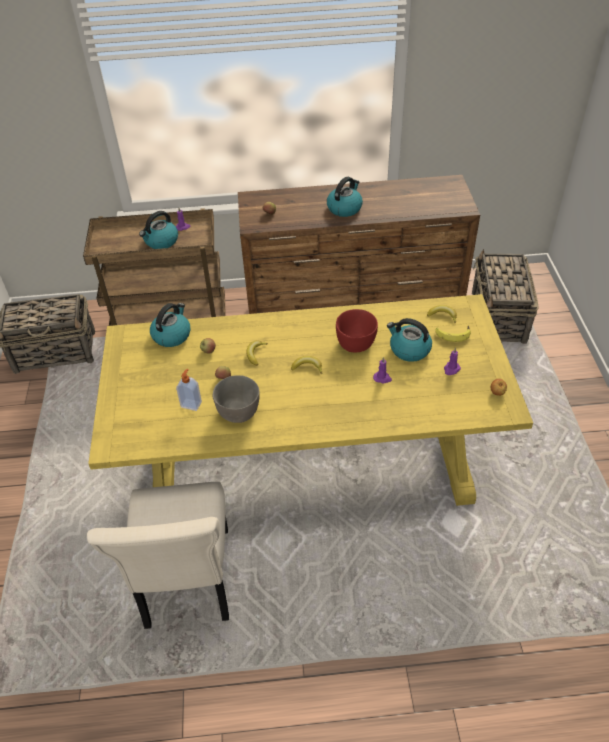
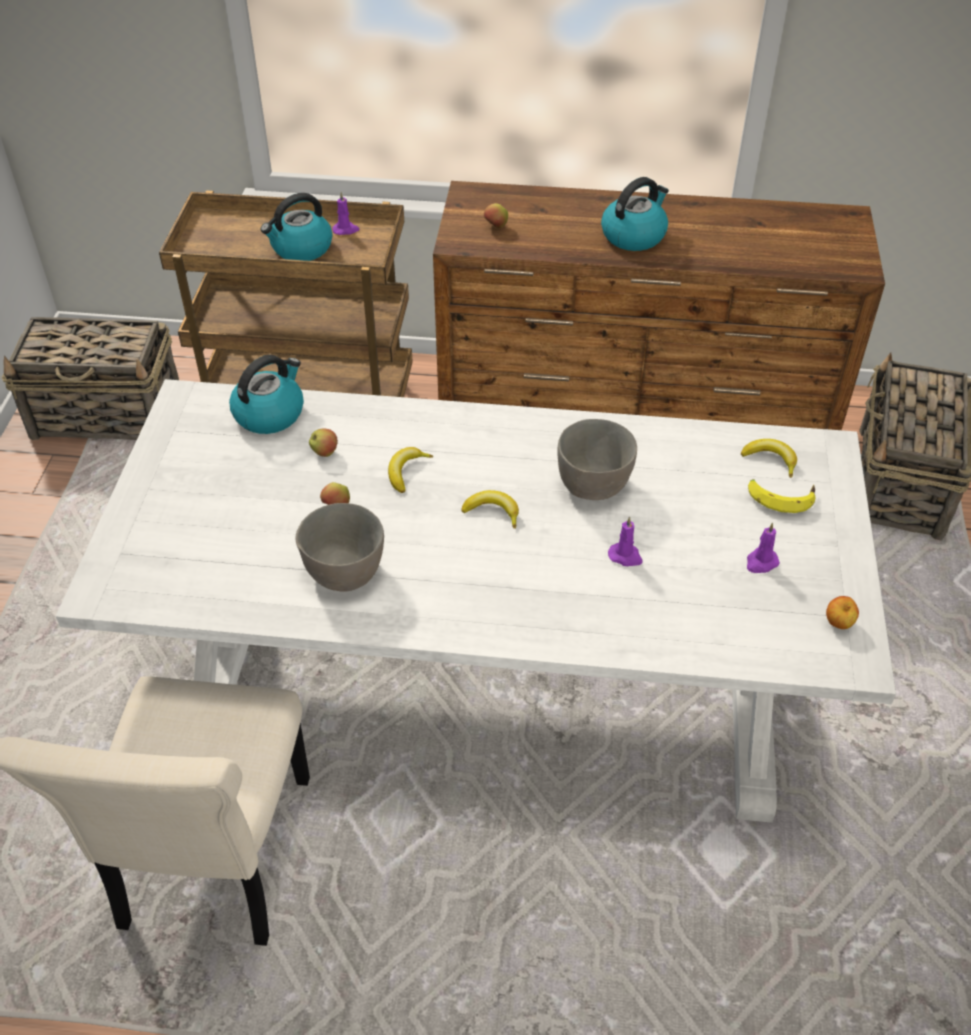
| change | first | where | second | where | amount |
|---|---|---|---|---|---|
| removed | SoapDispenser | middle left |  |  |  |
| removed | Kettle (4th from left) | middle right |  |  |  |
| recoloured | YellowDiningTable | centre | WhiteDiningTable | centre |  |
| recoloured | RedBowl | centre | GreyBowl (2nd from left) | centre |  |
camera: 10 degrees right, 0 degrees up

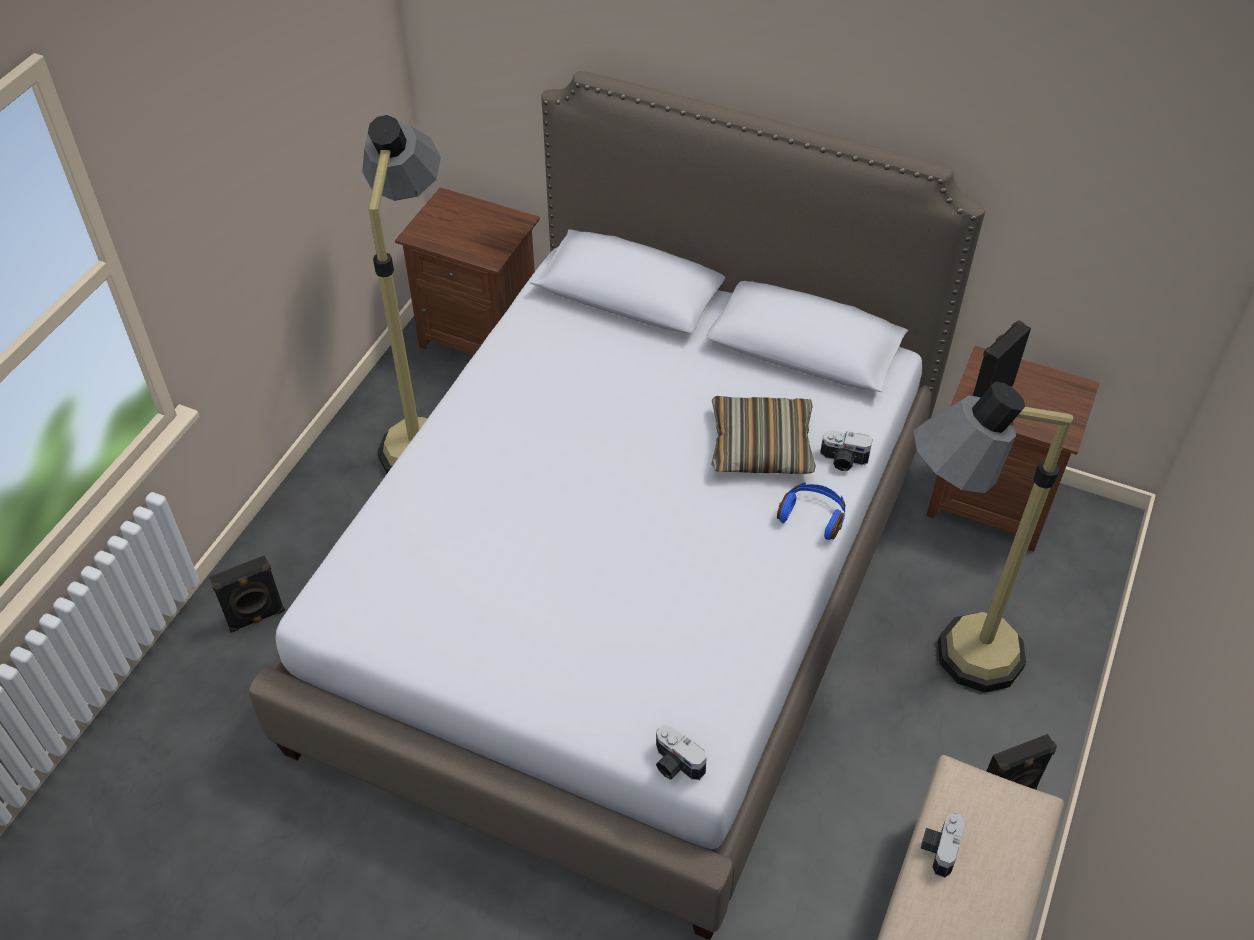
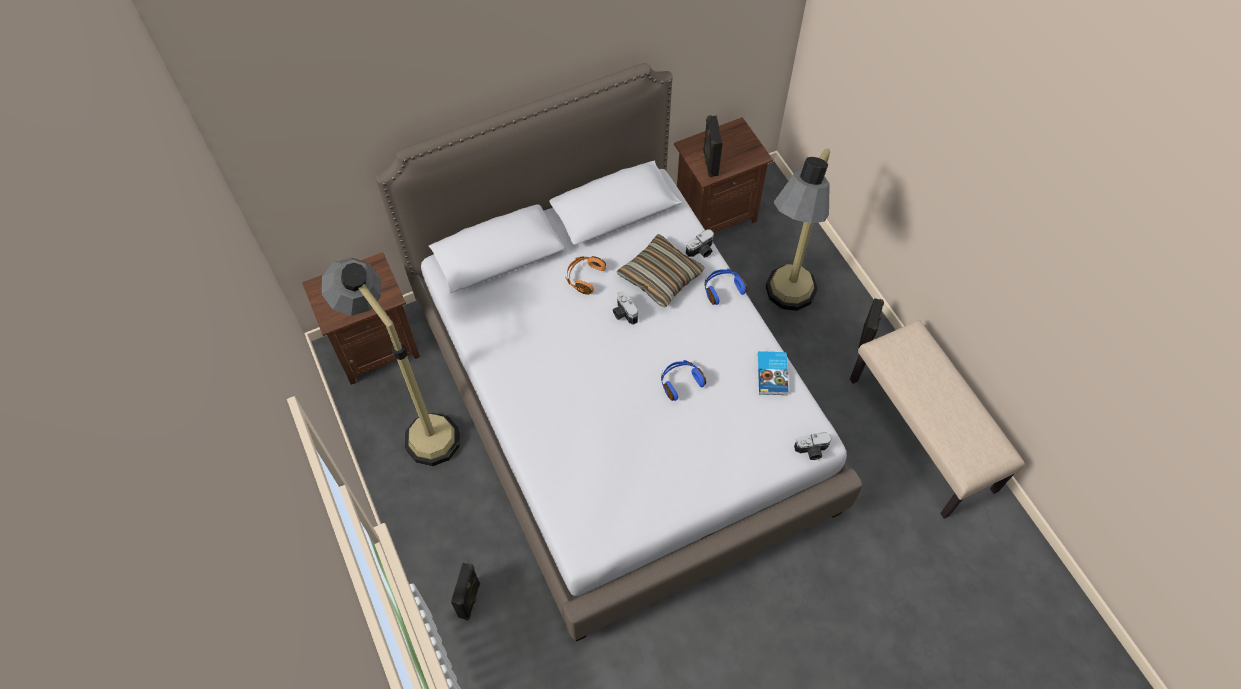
| change | first | where | second | where | amount |
|---|---|---|---|---|---|
| added |  |  | OrangeHeadphones | centre |  |
| added |  |  | BlueHeadphones (1st from left) | centre |  |
| added |  |  | Book | centre |  |
| moved | PhotoCamera (3rd from left in the first image) | bottom right | PhotoCamera (1st from left) | centre |  |
camera: 50 degrees left, 10 degrees up

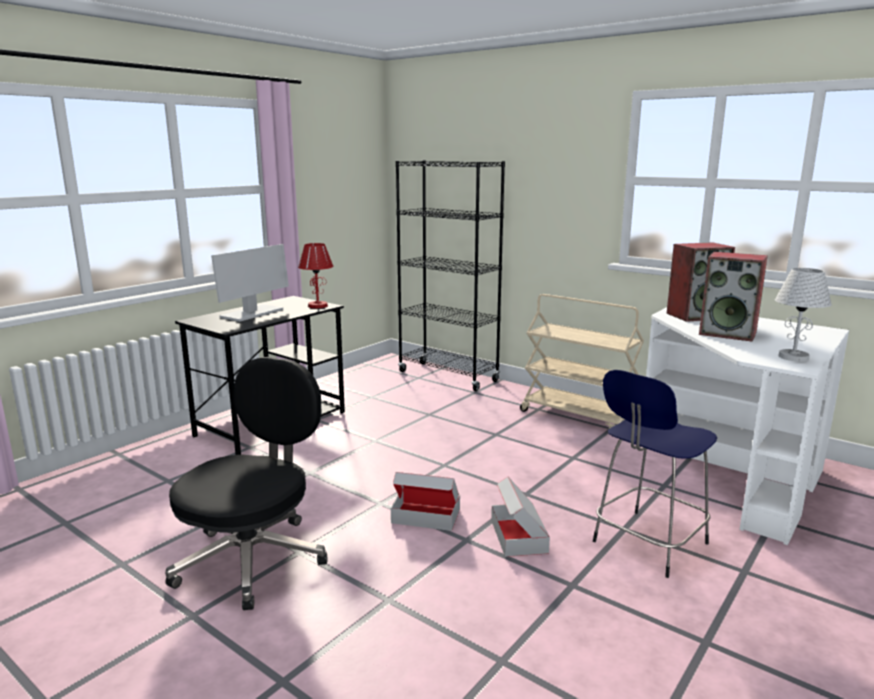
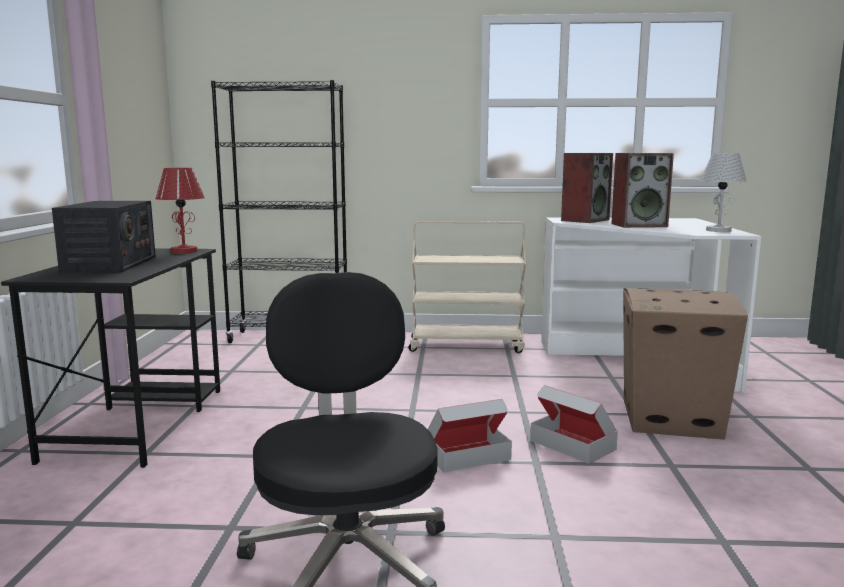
| change | first | where | second | where | amount |
|---|---|---|---|---|---|
| replaced | Monitor | middle left | Radio | middle left |  |
| replaced | BlueStool | bottom right | CardboardBox (3rd from left) | middle right |  |
camera: 35 degrees left, 5 degrees down

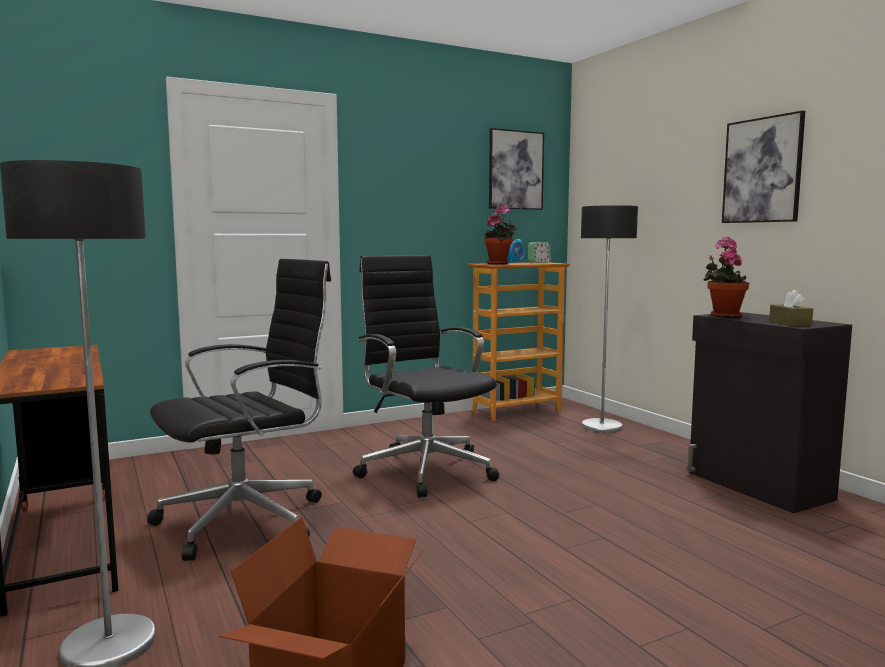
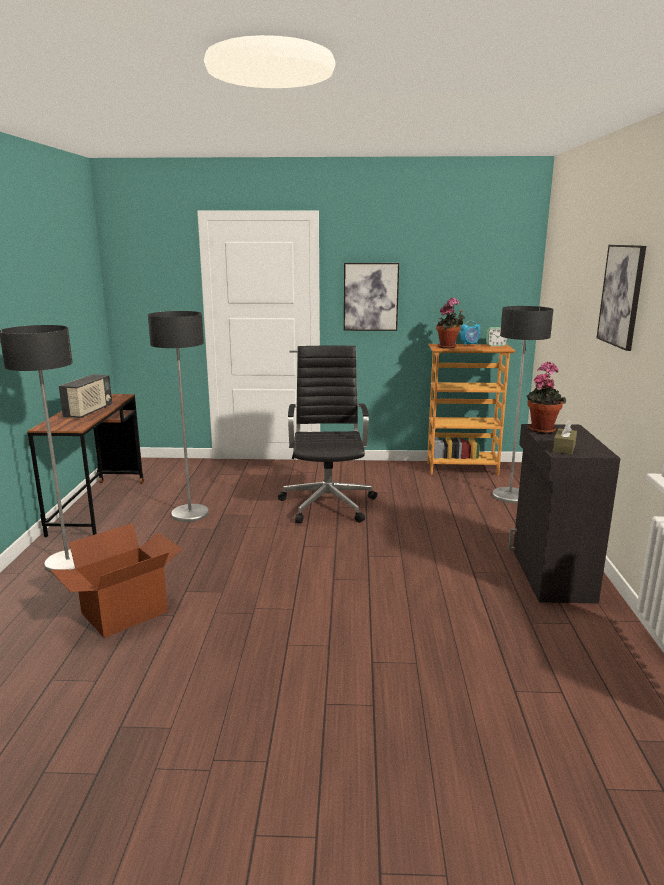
| change | first | where | second | where | amount |
|---|---|---|---|---|---|
| added |  |  | Radio | middle left |  |
| moved | Picture (1st from left) | top centre |  | centre |  |
| replaced | BlackOfficeChair (1st from left) | middle left | FloorLamp (2nd from left) | middle left |  |
camera: 30 degrees right, 10 degrees up

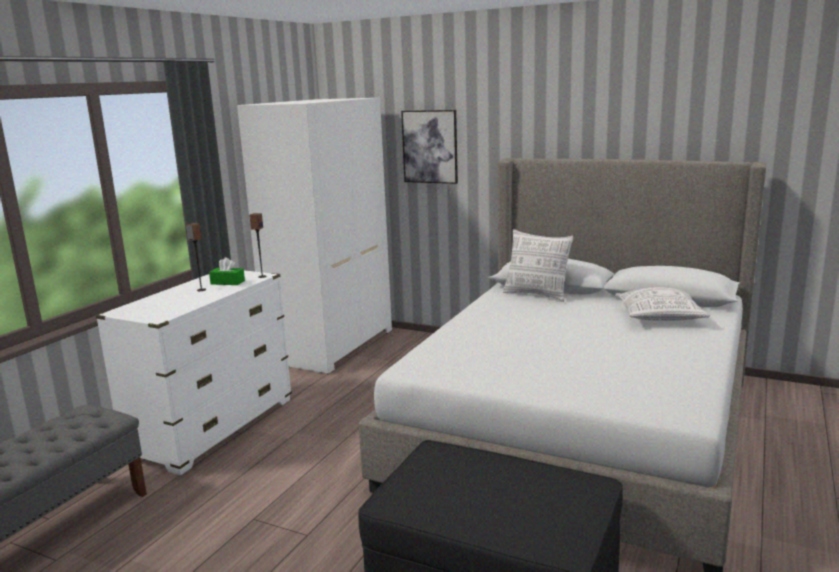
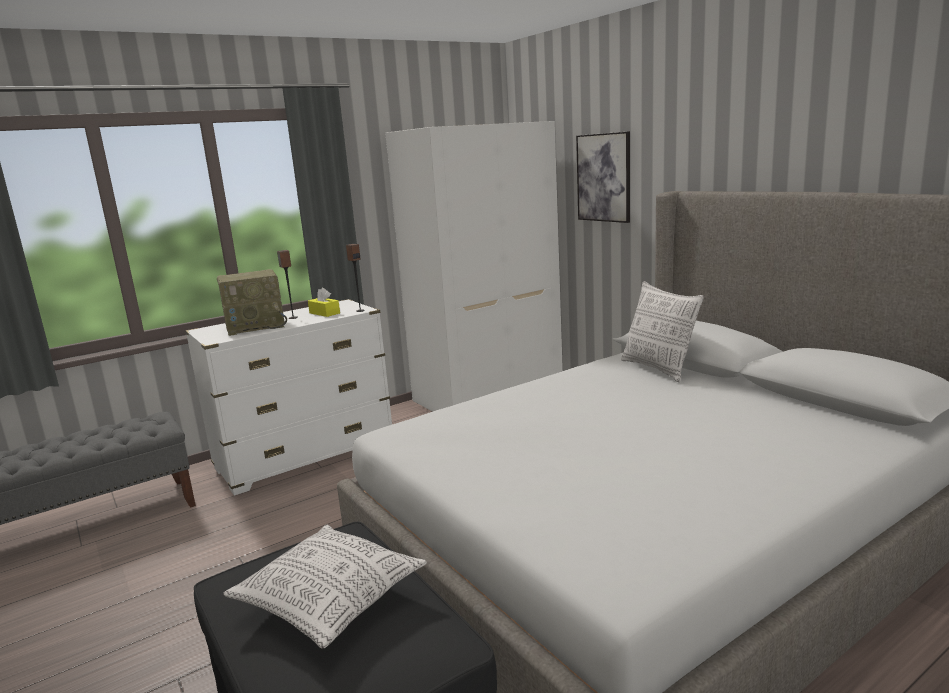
| change | first | where | second | where | amount |
|---|---|---|---|---|---|
| added |  |  | Radio | middle left |  |
| moved | Pillow (2nd from left in the first image) | middle right | Pillow (1st from left) | bottom centre |  |
| recoloured | GreenTissueBox | middle left | YellowTissueBox | centre |  |
camera: 30 degrees right, 0 degrees up

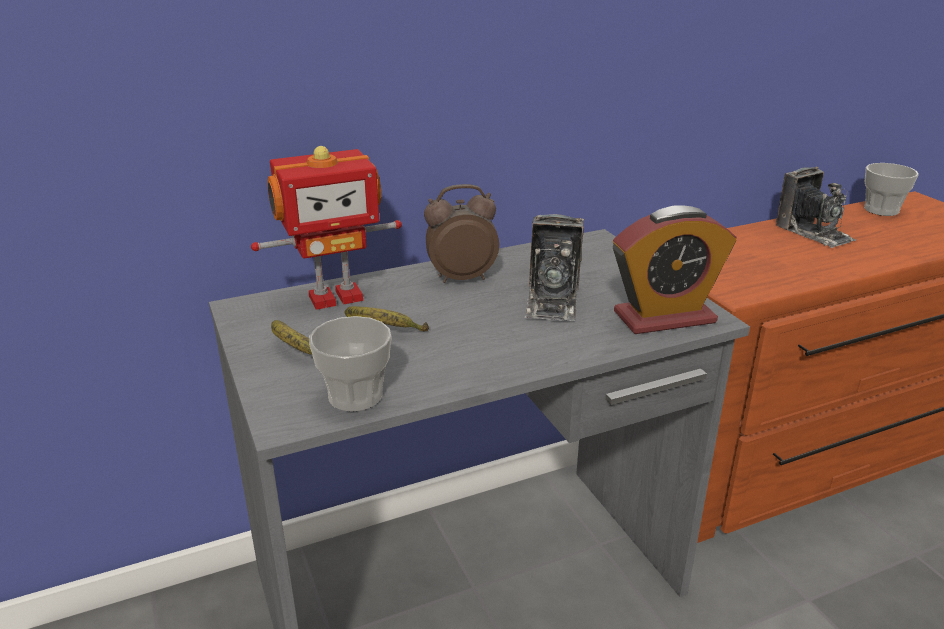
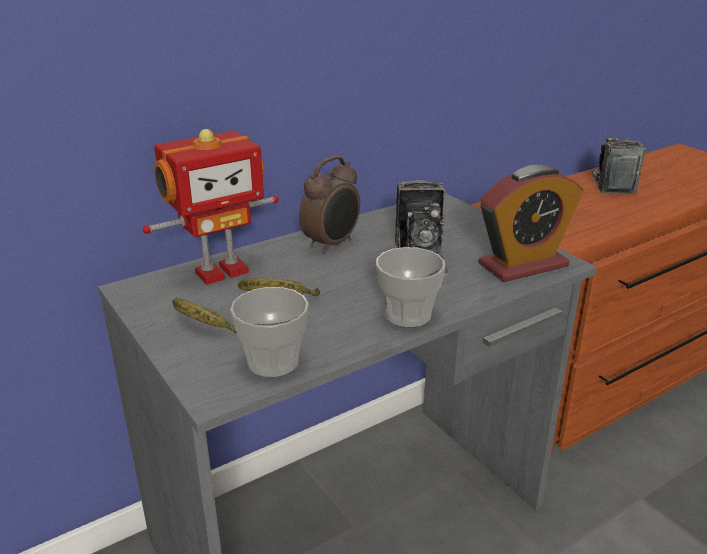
| change | first | where | second | where | amount |
|---|---|---|---|---|---|
| moved | Cup (2nd from left) | top right |  | centre |  |
| turned | AlarmClock (1st from left) | centre |  | centre | 150 degrees clockwise |
| turned | PhotoCamera (2nd from left) | top right |  | top right | 135 degrees counterclockwise |
camera: 10 degrees left, 0 degrees up

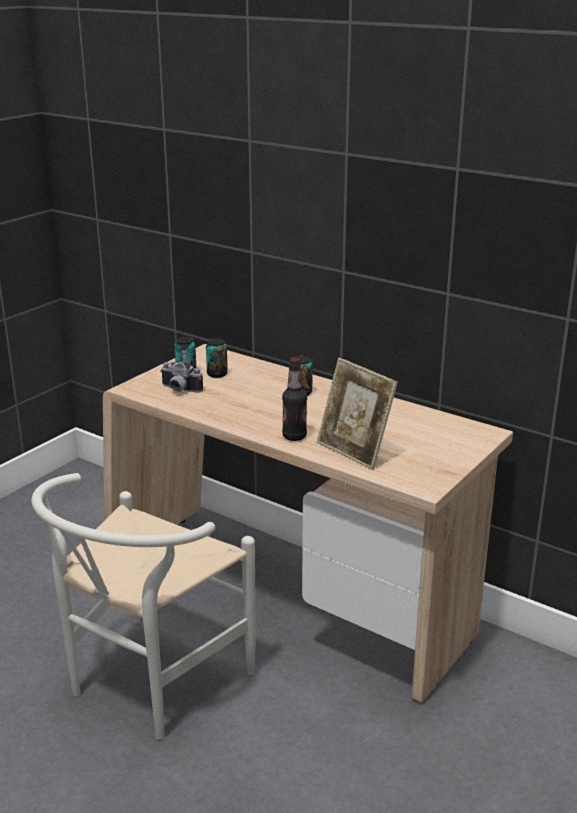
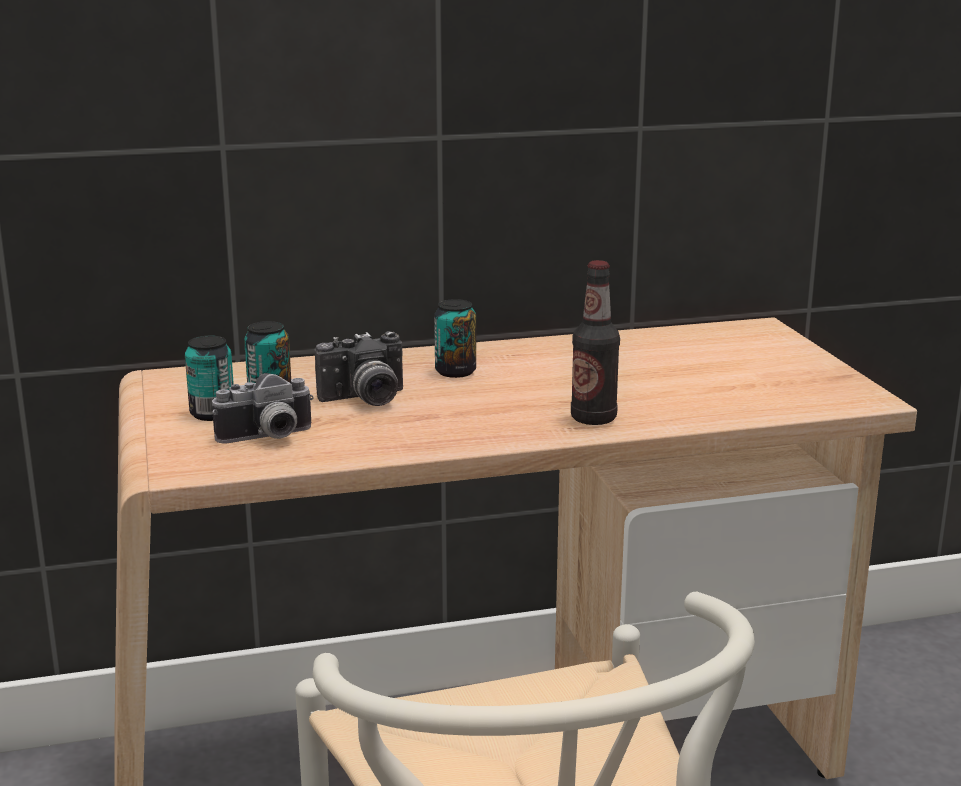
| change | first | where | second | where | amount |
|---|---|---|---|---|---|
| removed | PictureFrame | centre |  |  |  |
| added |  |  | PhotoCamera (2nd from left) | centre |  |
camera: 50 degrees left, 5 degrees down

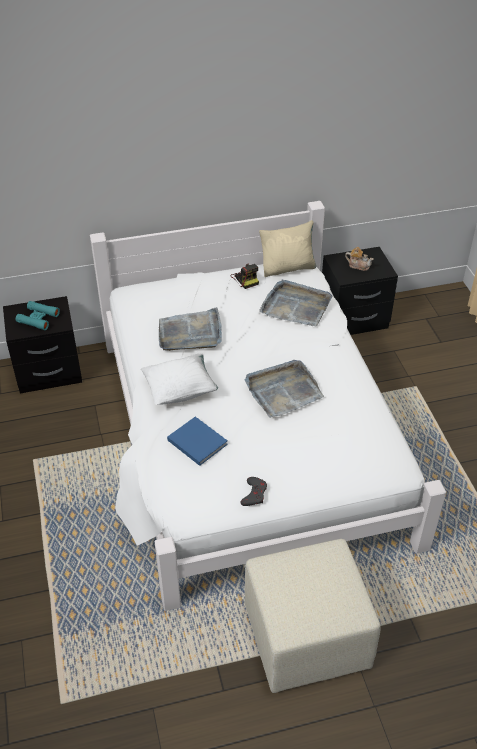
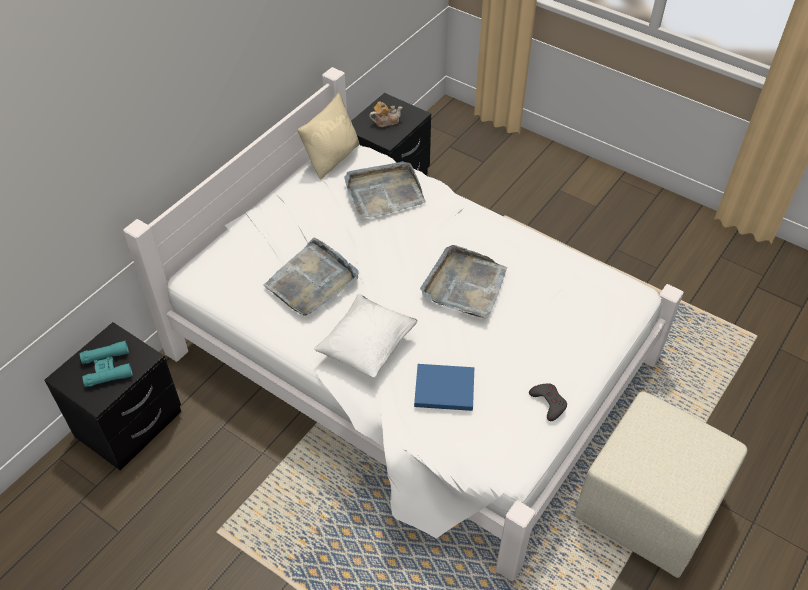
| change | first | where | second | where | amount |
|---|---|---|---|---|---|
| removed | PhotoCamera | centre |  |  |  |
camera: 40 degrees left, 5 degrees up

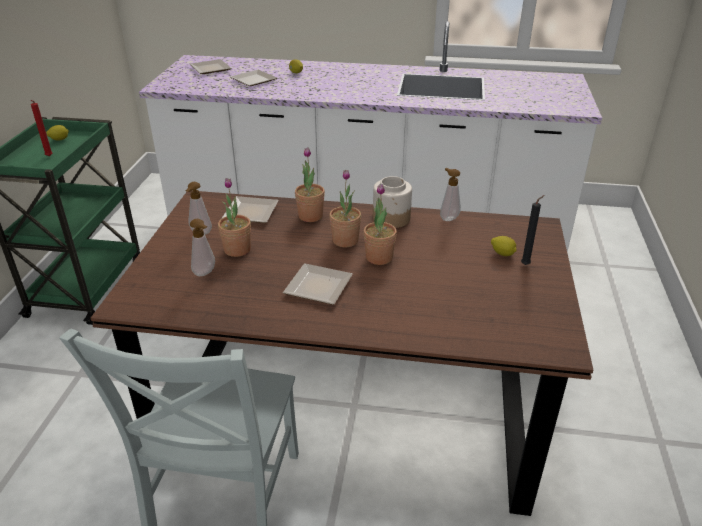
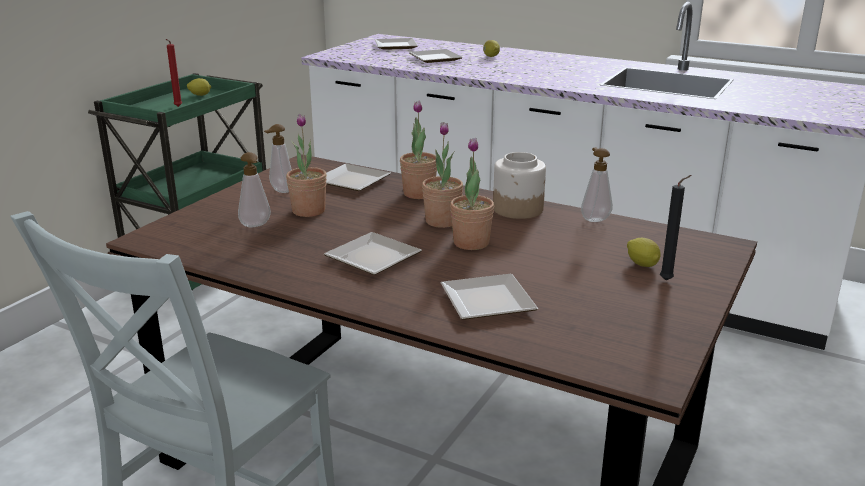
| change | first | where | second | where | amount |
|---|---|---|---|---|---|
| added |  |  | Plate (5th from left) | centre |  |
camera: 20 degrees right, 10 degrees down

